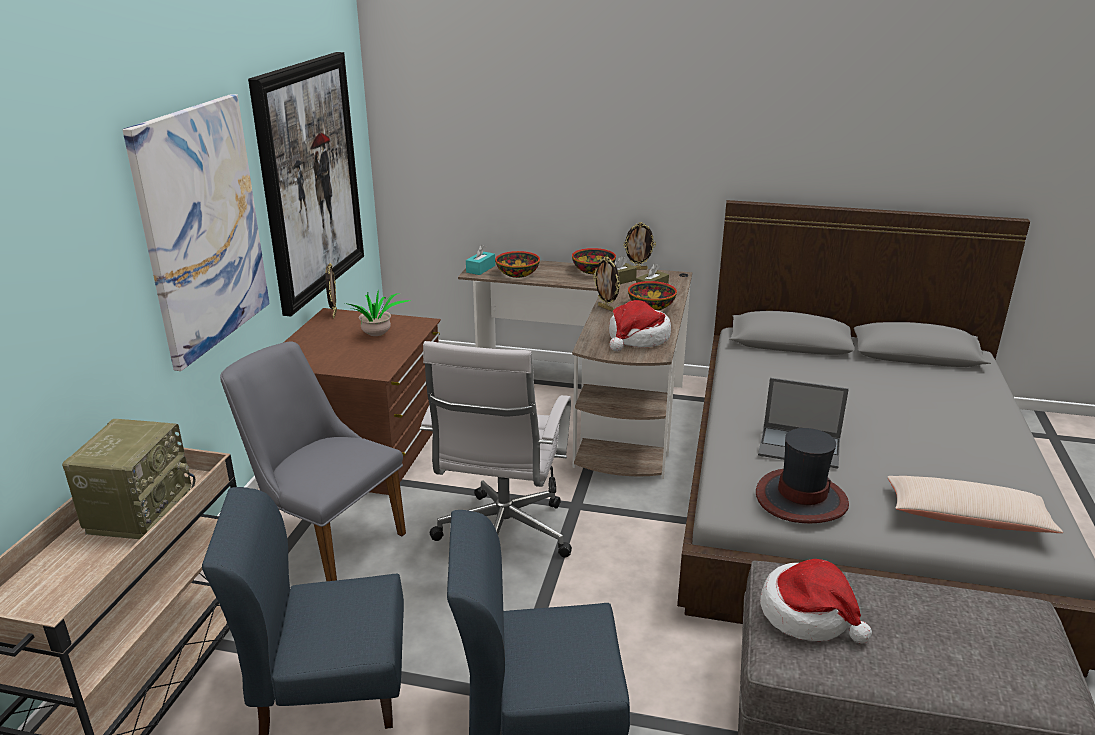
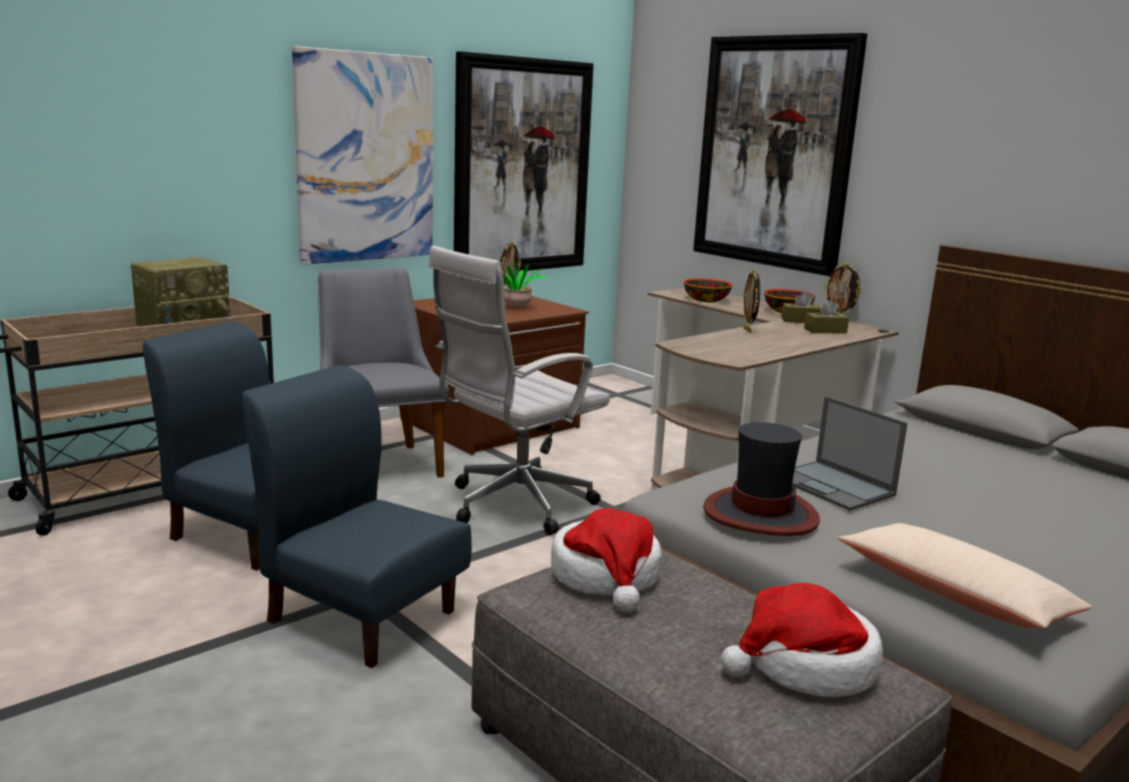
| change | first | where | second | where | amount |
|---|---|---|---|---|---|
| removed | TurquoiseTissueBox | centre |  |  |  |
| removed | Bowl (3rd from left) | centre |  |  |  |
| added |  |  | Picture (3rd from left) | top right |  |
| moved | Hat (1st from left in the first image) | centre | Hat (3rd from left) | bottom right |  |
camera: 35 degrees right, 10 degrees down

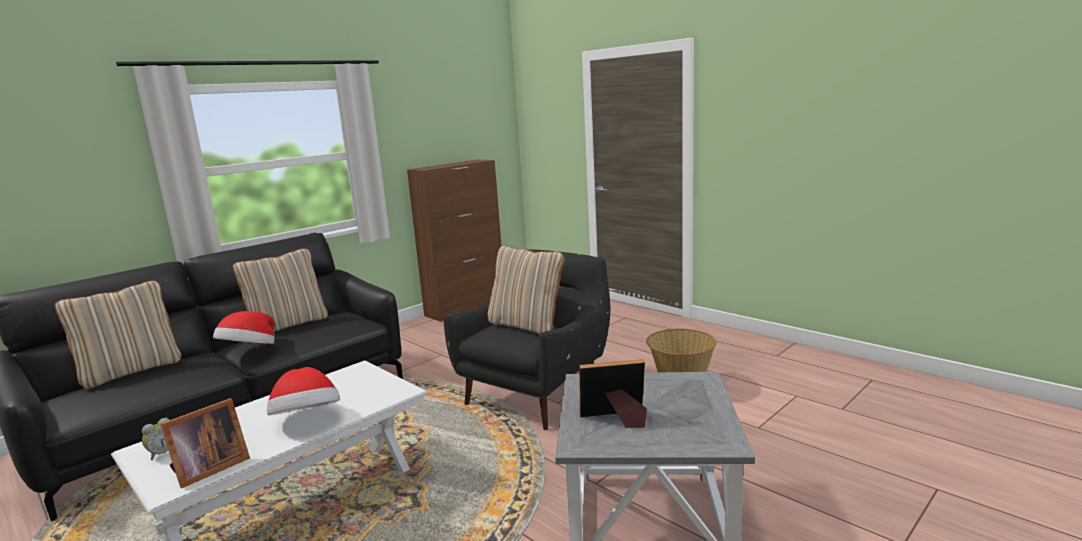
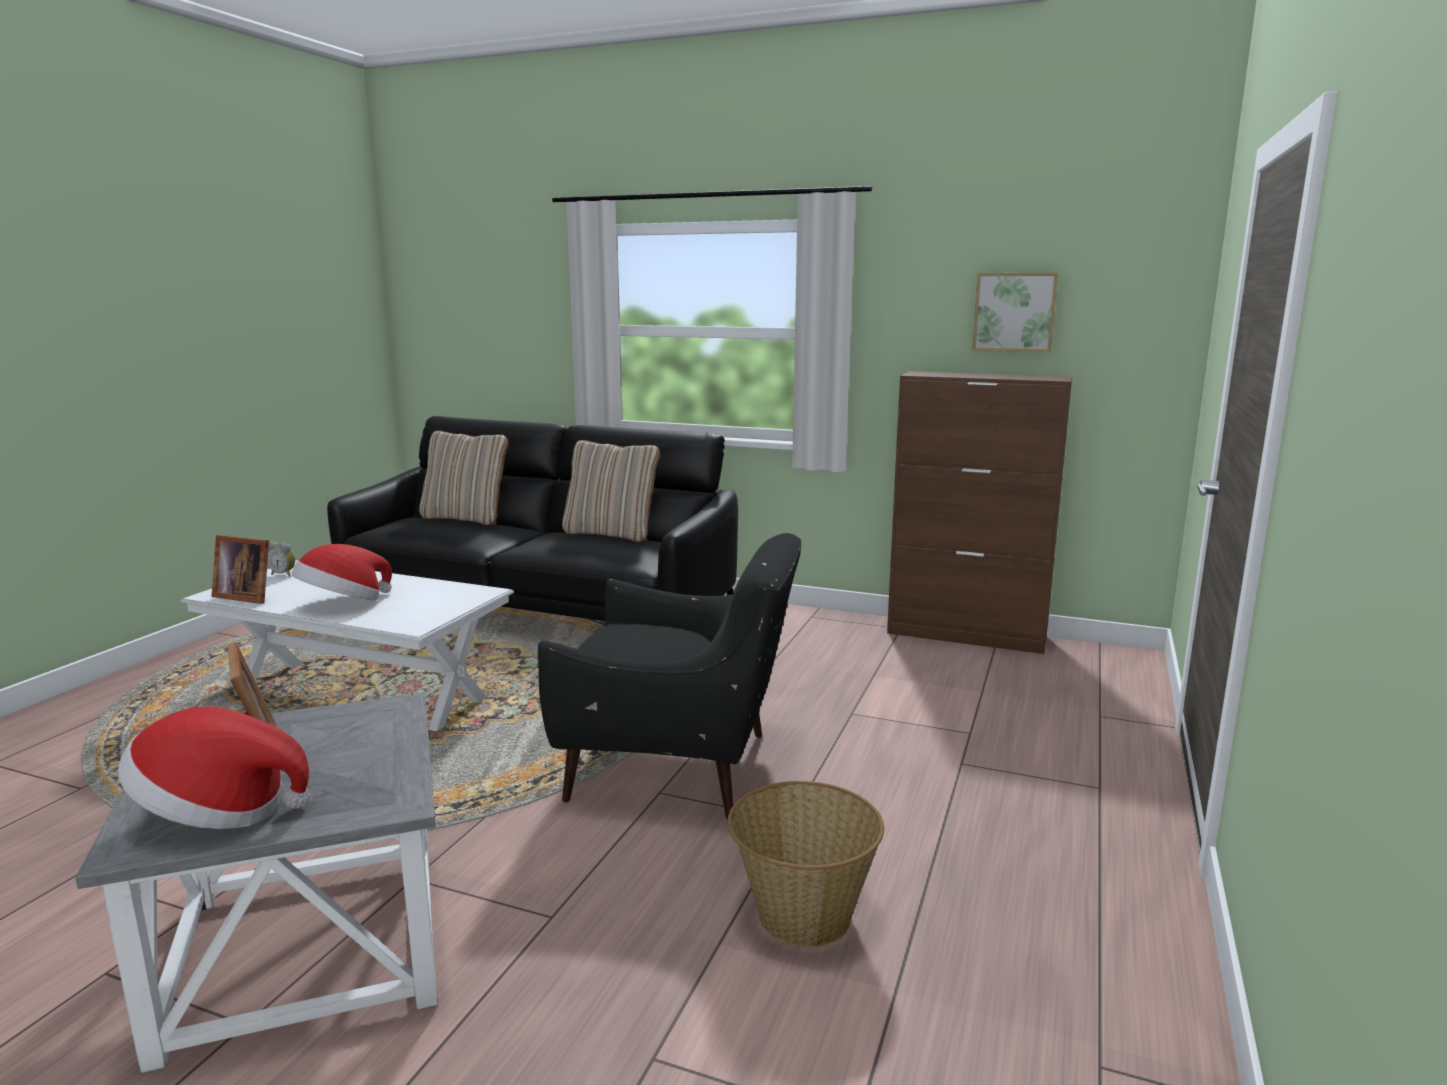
| change | first | where | second | where | amount |
|---|---|---|---|---|---|
| removed | BeigePillow (3rd from left) | centre |  |  |  |
| added |  |  | Picture | top right |  |
| moved | Hat (1st from left) | middle left |  | bottom left |  |
camera: 65 degrees right, 0 degrees up

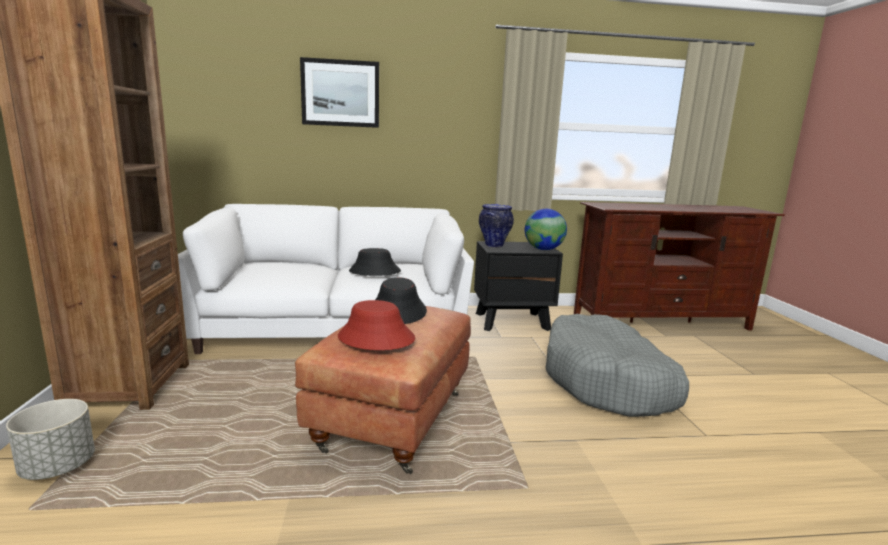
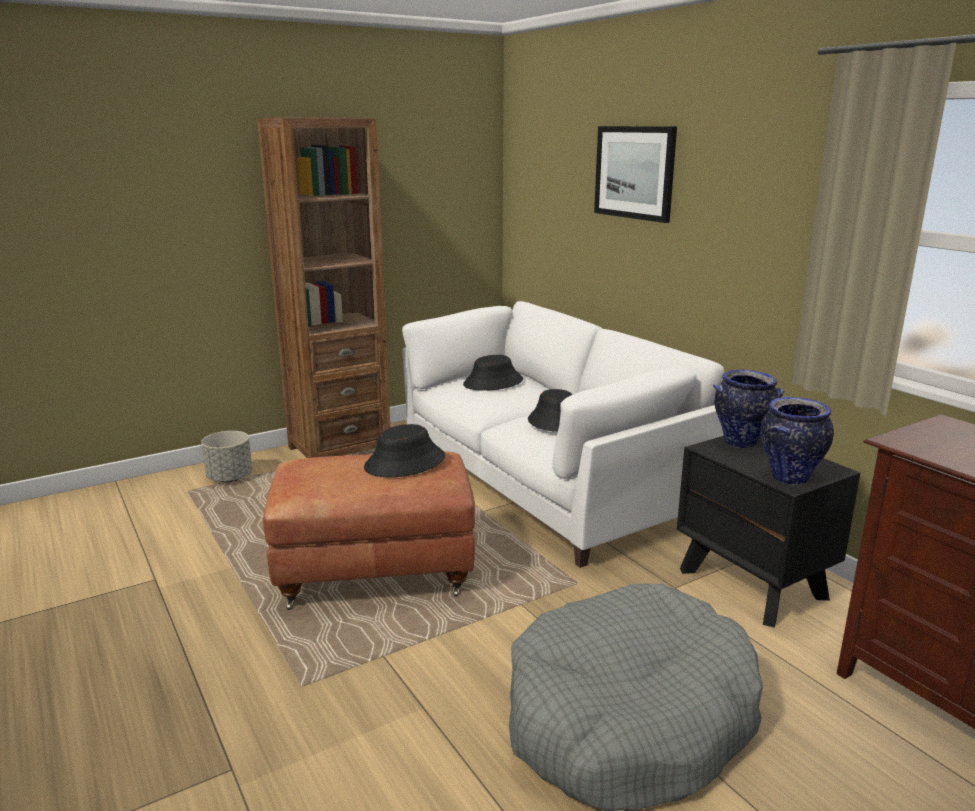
| change | first | where | second | where | amount |
|---|---|---|---|---|---|
| removed | RedHat | centre |  |  |  |
| added |  |  | BlackHat (2nd from left) | centre |  |
| replaced | Globe | centre | Vase (2nd from left) | middle right |  |
camera: 65 degrees right, 5 degrees up

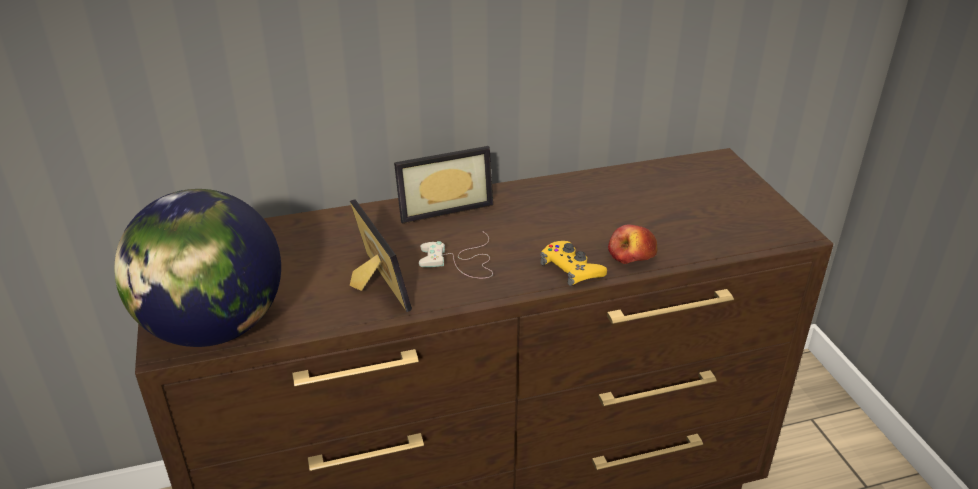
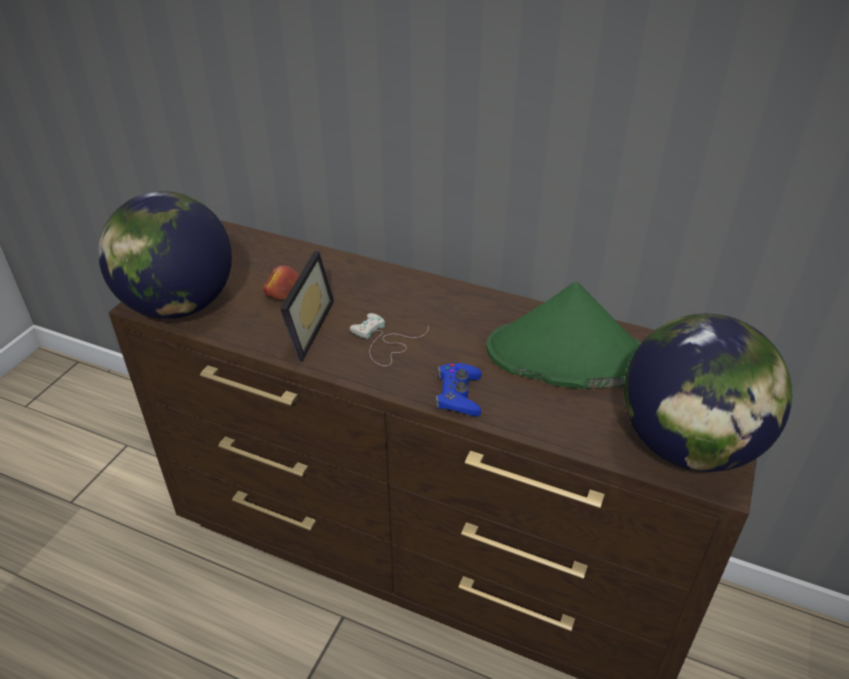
| change | first | where | second | where | amount |
|---|---|---|---|---|---|
| removed | PictureFrame (2nd from left) | centre |  |  |  |
| added |  |  | GreenHat | centre |  |
| added |  |  | Globe (2nd from left) | middle right |  |
| moved | Apple | centre |  | middle left |  |
| recoloured | YellowGameController | centre | BlueGameController | centre |  |
camera: 40 degrees right, 5 degrees up

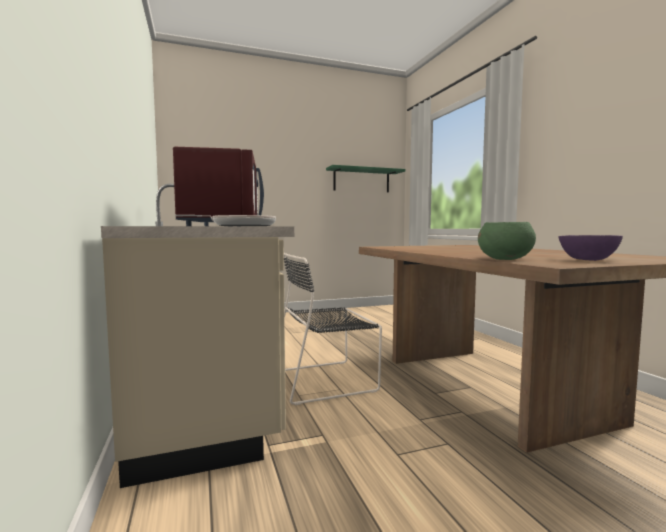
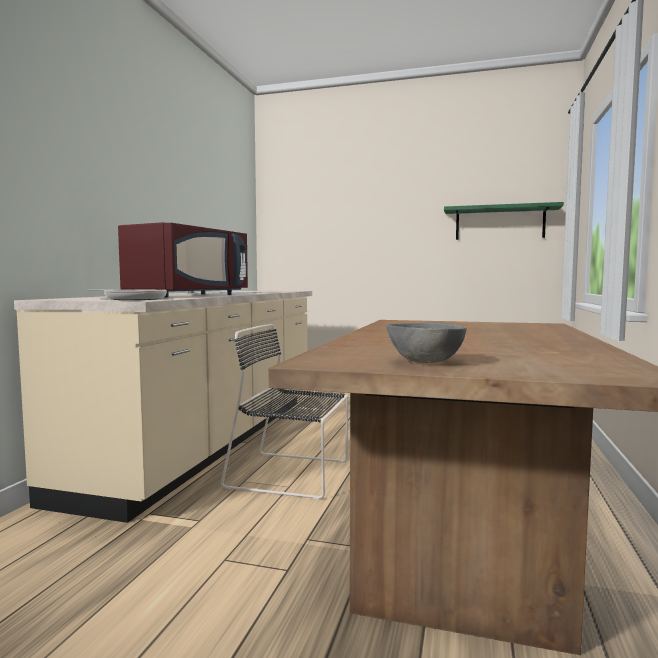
| change | first | where | second | where | amount |
|---|---|---|---|---|---|
| removed | GreenBowl | middle right |  |  |  |
| recoloured | PurpleBowl | middle right | GreyBowl | centre |  |
camera: 35 degrees right, 0 degrees up

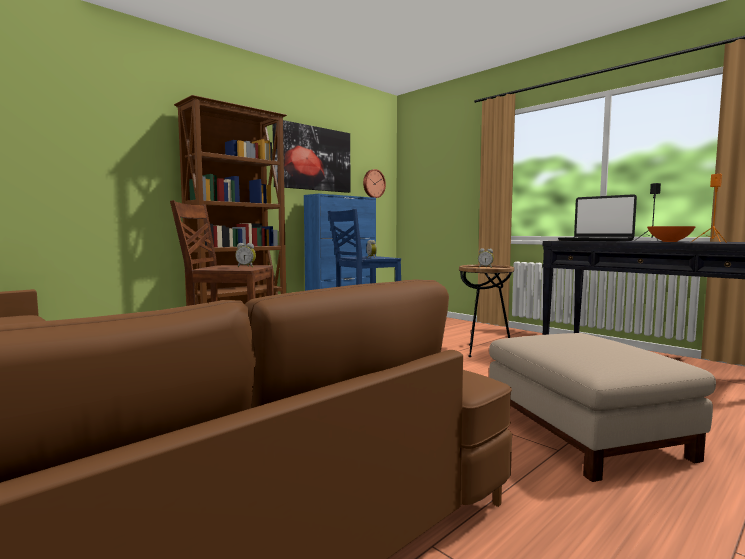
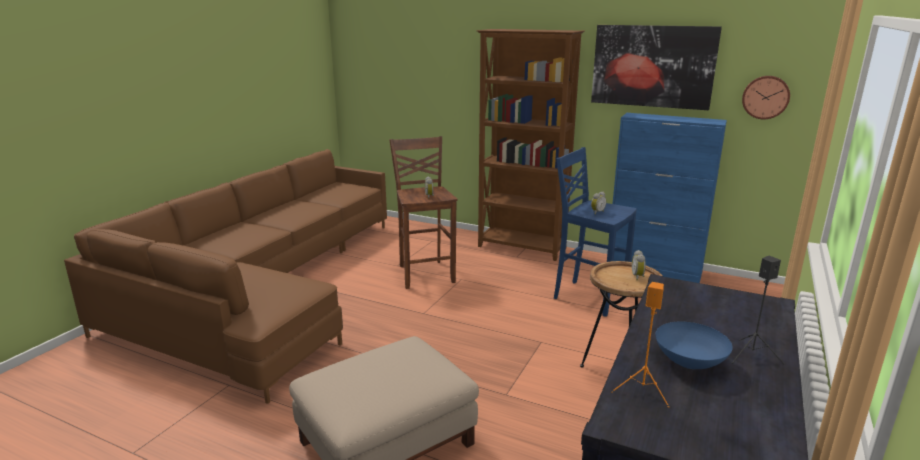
| change | first | where | second | where | amount |
|---|---|---|---|---|---|
| removed | Laptop | middle right |  |  |  |
| recoloured | OrangeBowl | middle right | BlueBowl | bottom right |  |
camera: 70 degrees right, 15 degrees up

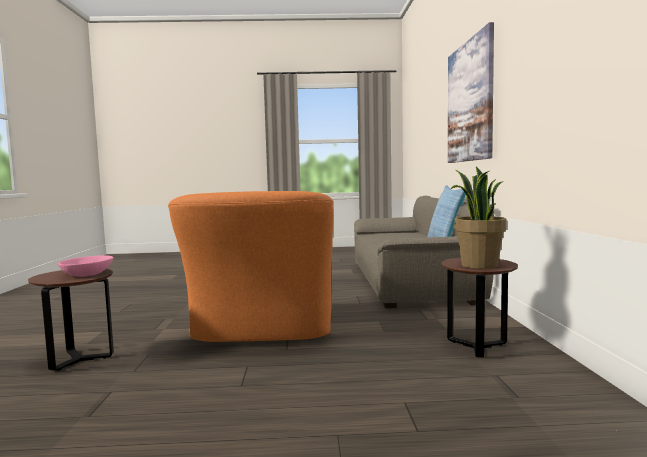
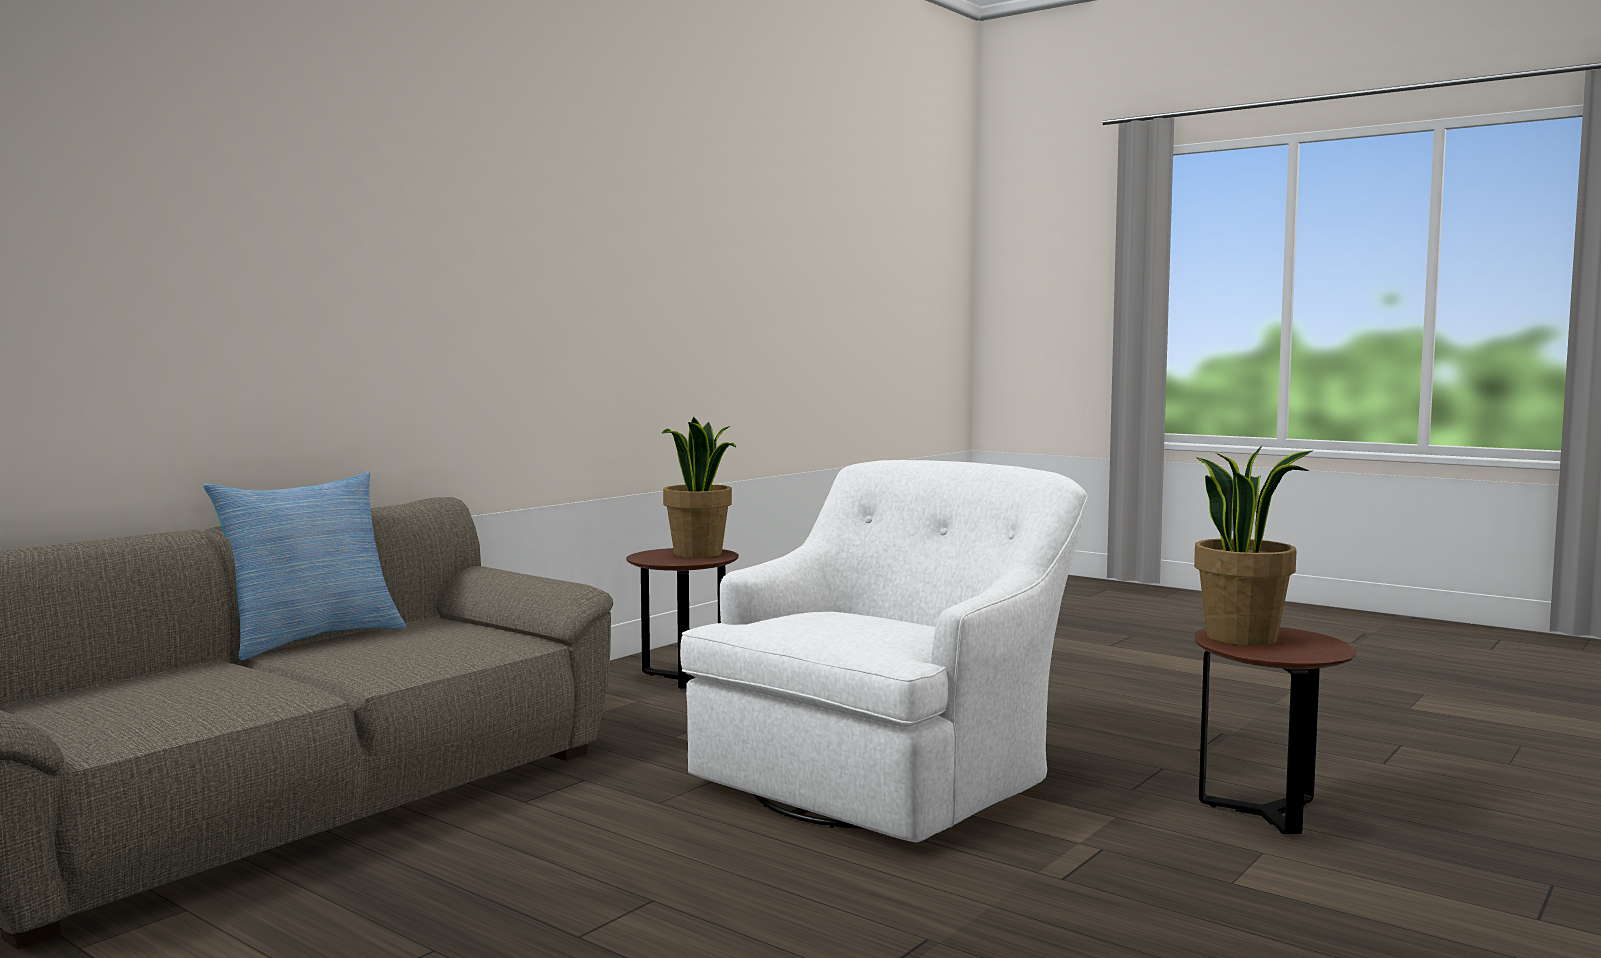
| change | first | where | second | where | amount |
|---|---|---|---|---|---|
| removed | Picture | top right |  |  |  |
| replaced | PinkBowl | middle left | PottedPlant (2nd from left) | middle right |  |
| recoloured | OrangeArmchair | centre | WhiteArmchair | bottom centre |  |
camera: 140 degrees left, 0 degrees up

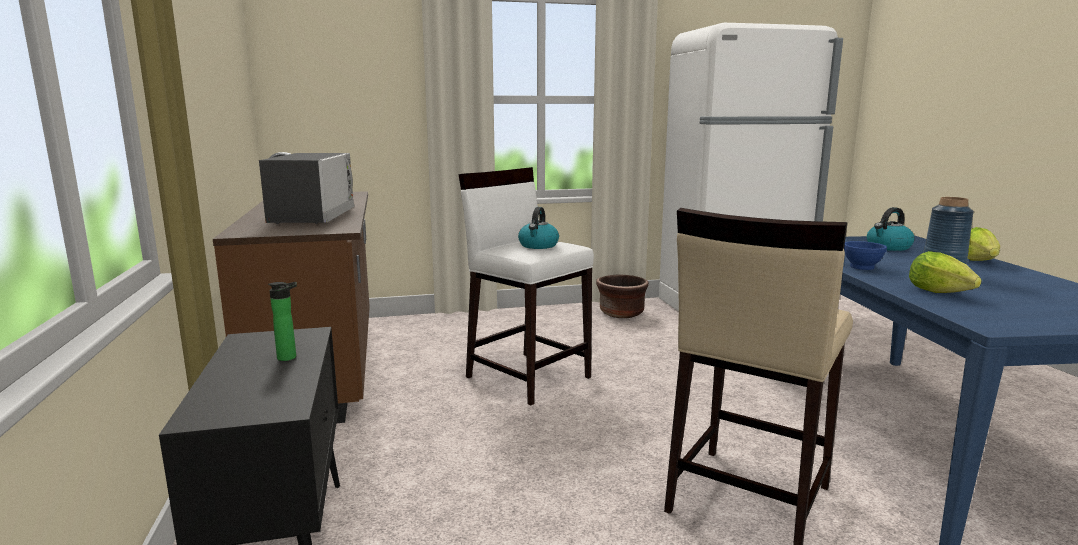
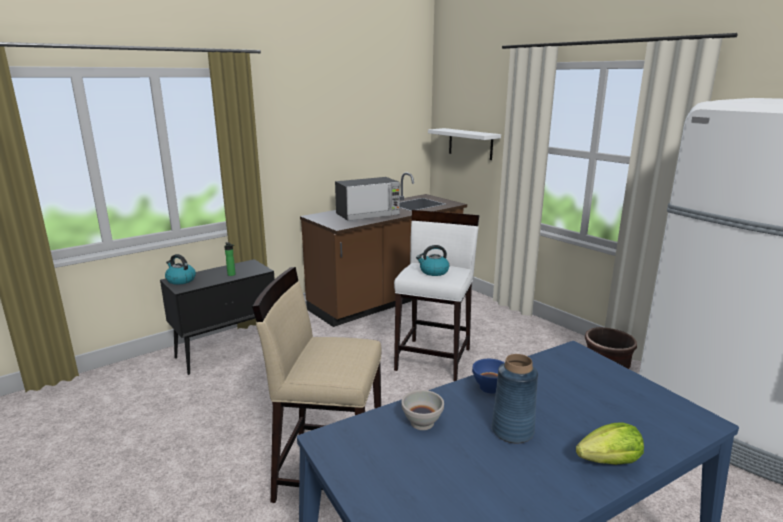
| change | first | where | second | where | amount |
|---|---|---|---|---|---|
| added |  |  | WhiteShelf | top centre |  |
| moved | Kettle (2nd from left in the first image) | middle right | Kettle (1st from left) | middle left |  |
| replaced | Lettuce (1st from left) | middle right | WhiteBowl | bottom centre |  |
camera: 65 degrees right, 5 degrees up

